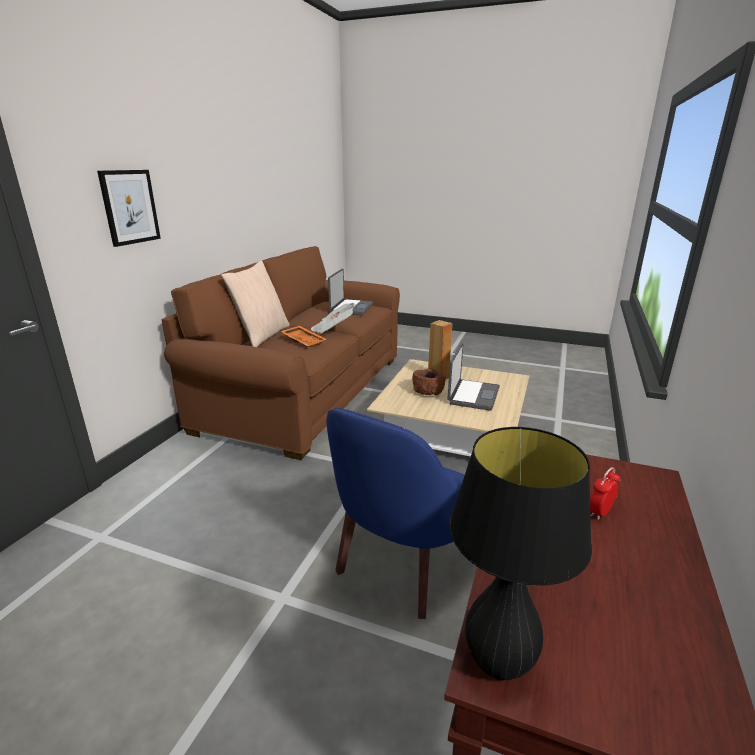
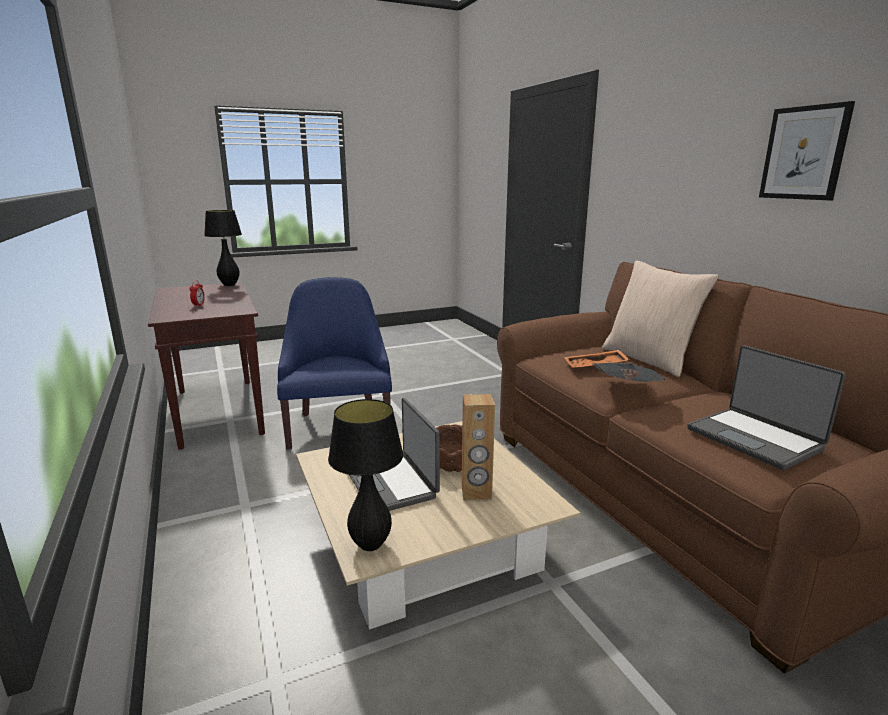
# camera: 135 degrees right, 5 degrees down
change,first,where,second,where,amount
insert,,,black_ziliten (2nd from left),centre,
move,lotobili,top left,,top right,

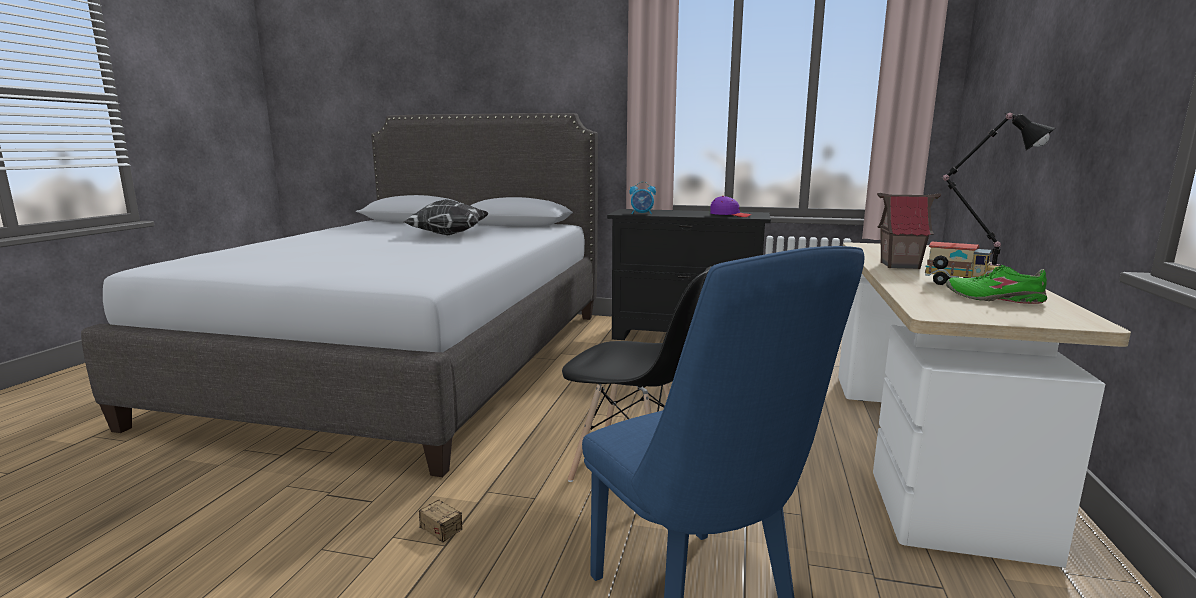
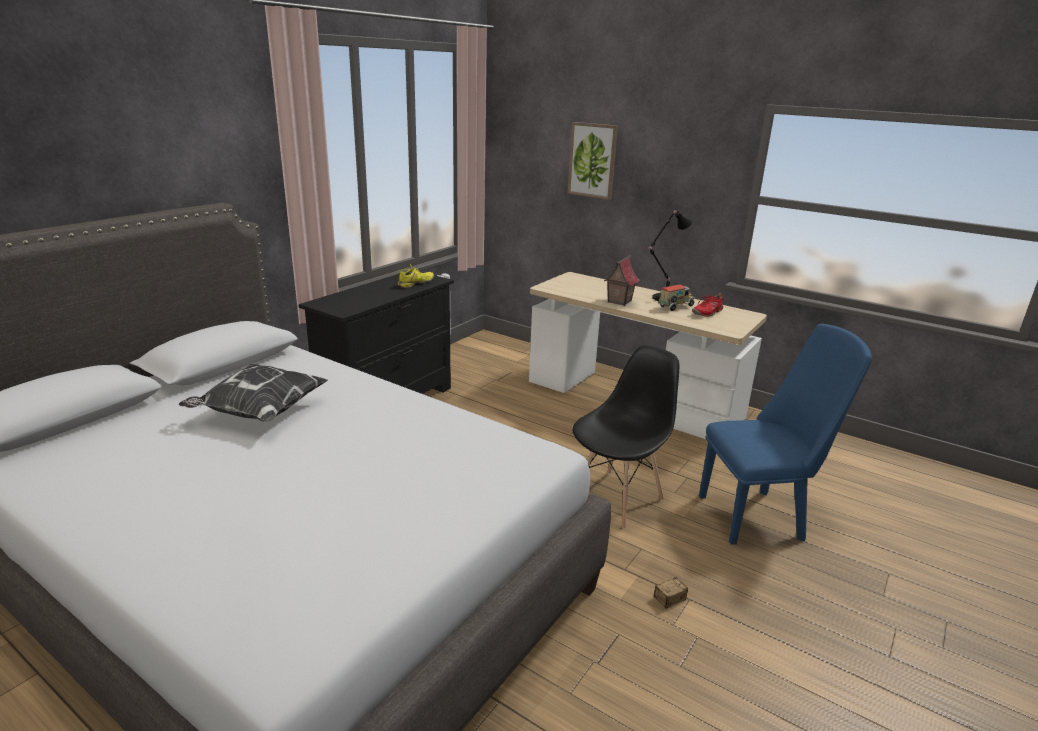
# camera: 70 degrees left, 10 degrees up
change,first,where,second,where,amount
replace,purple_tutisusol,centre,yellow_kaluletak,centre,
insert,,,lotobili,top centre,
recolor,green_kaluletak,middle right,red_kaluletak,middle right,
delete,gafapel,top centre,,,

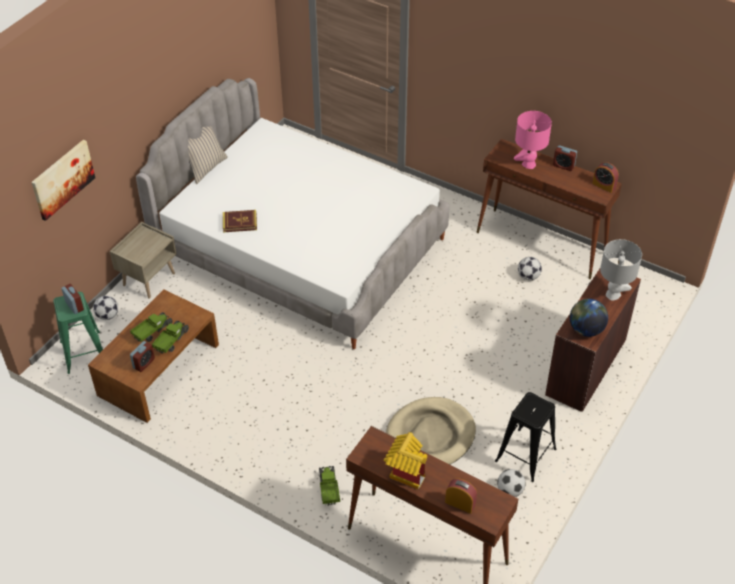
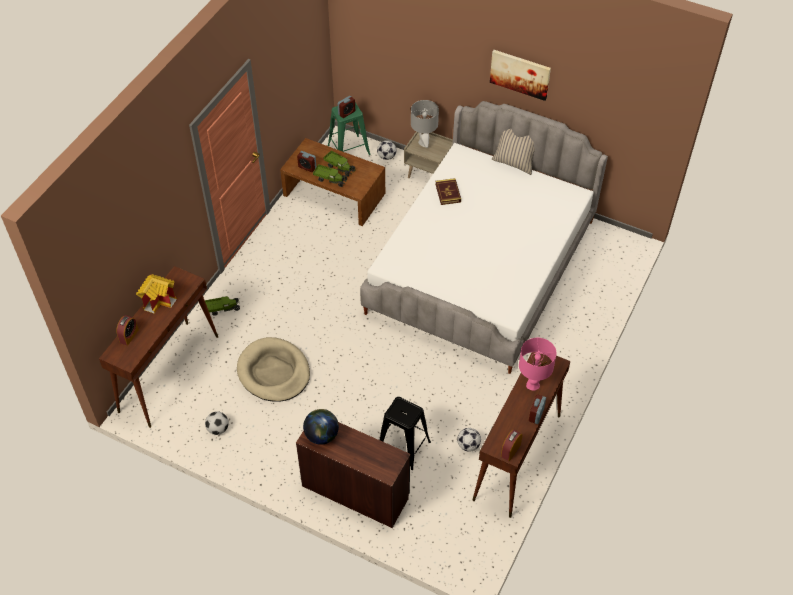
# camera: 85 degrees right, 5 degrees up
change,first,where,second,where,amount
move,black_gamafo,bottom right,,bottom centre,
move,grey_ziliten,middle right,,top centre,
move,lotobili,top left,,top centre,

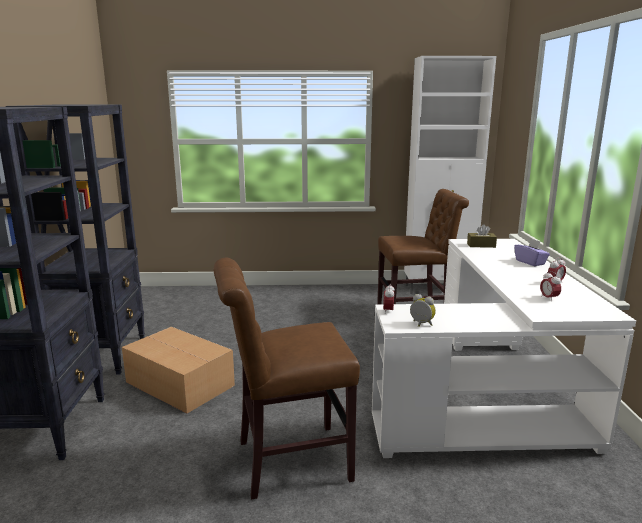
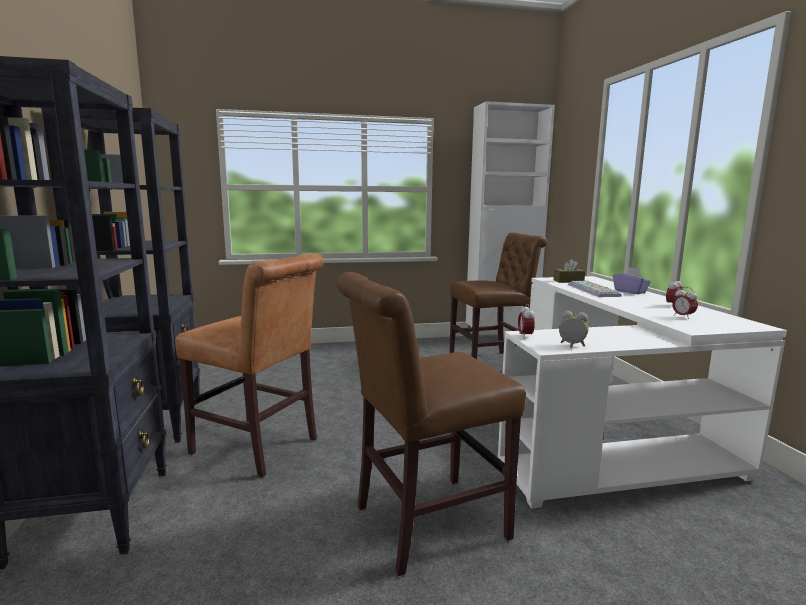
# camera: 10 degrees left, 5 degrees down
change,first,where,second,where,amount
replace,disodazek,bottom left,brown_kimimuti (1st from left),middle left,
insert,,,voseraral,middle right,

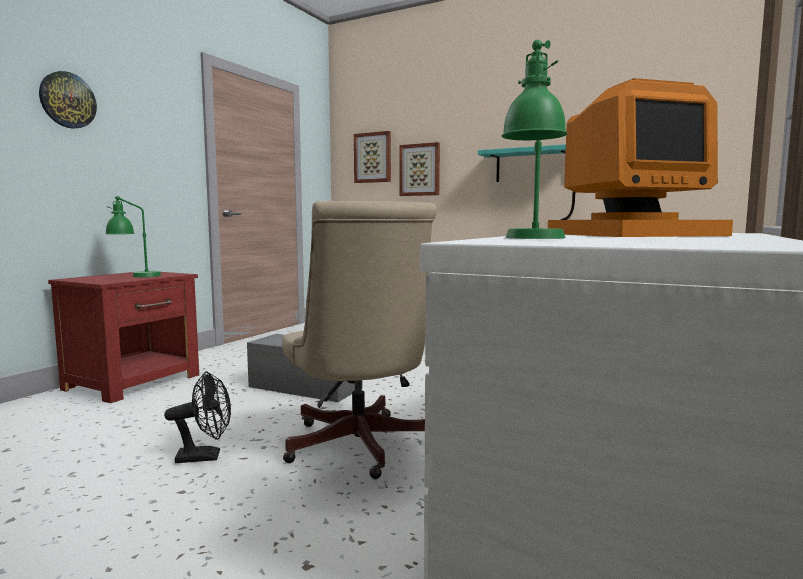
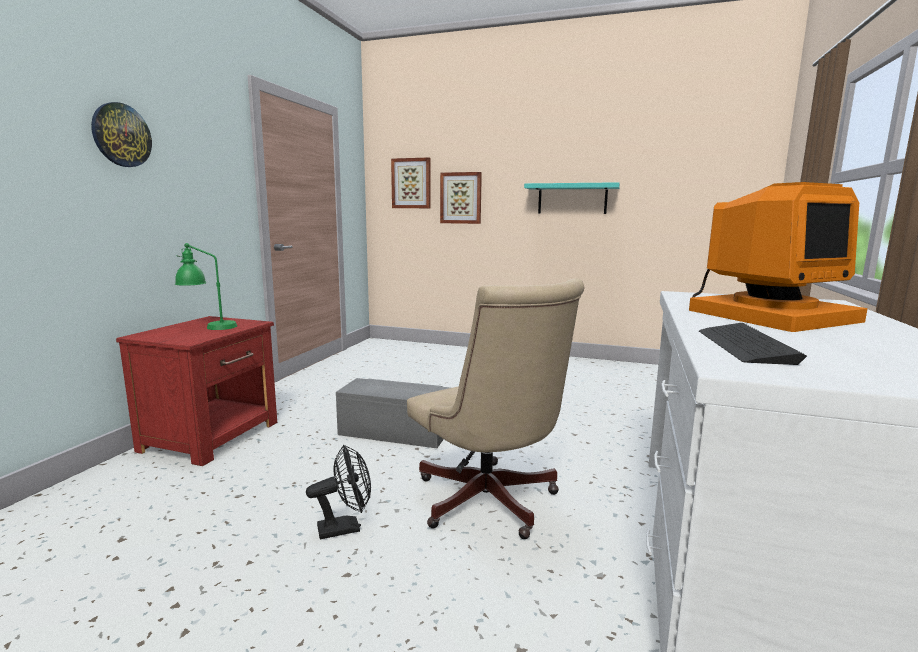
# camera: 10 degrees left, 5 degrees up
change,first,where,second,where,amount
replace,green_ziliten (2nd from left),top centre,voseraral,middle right,

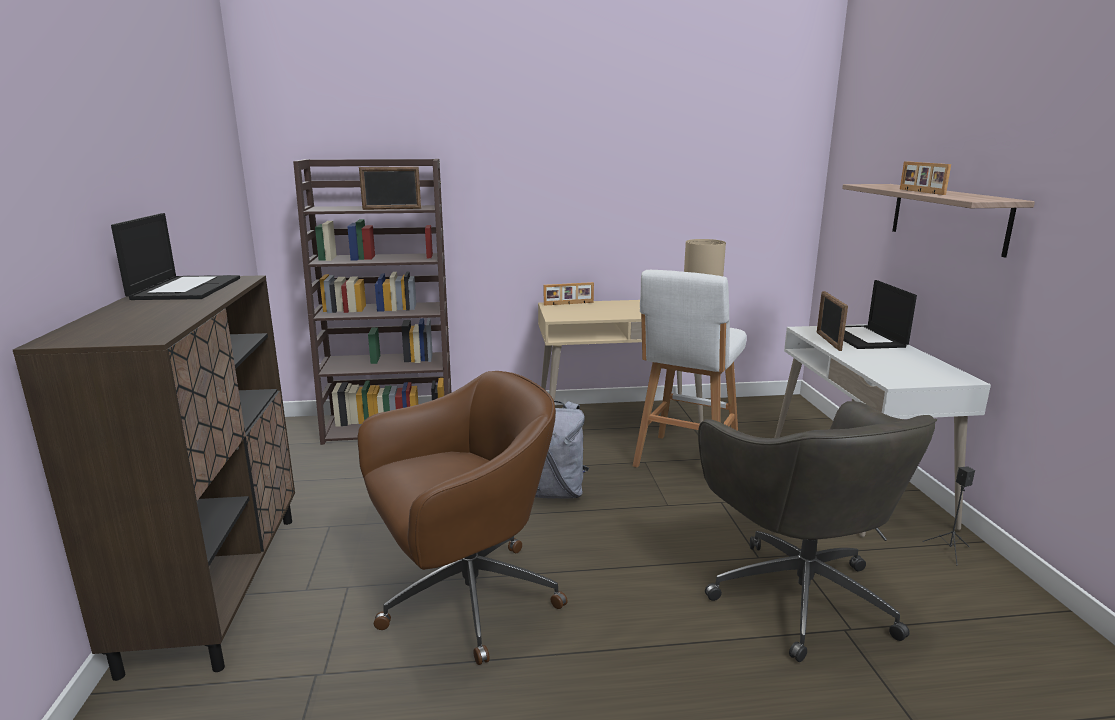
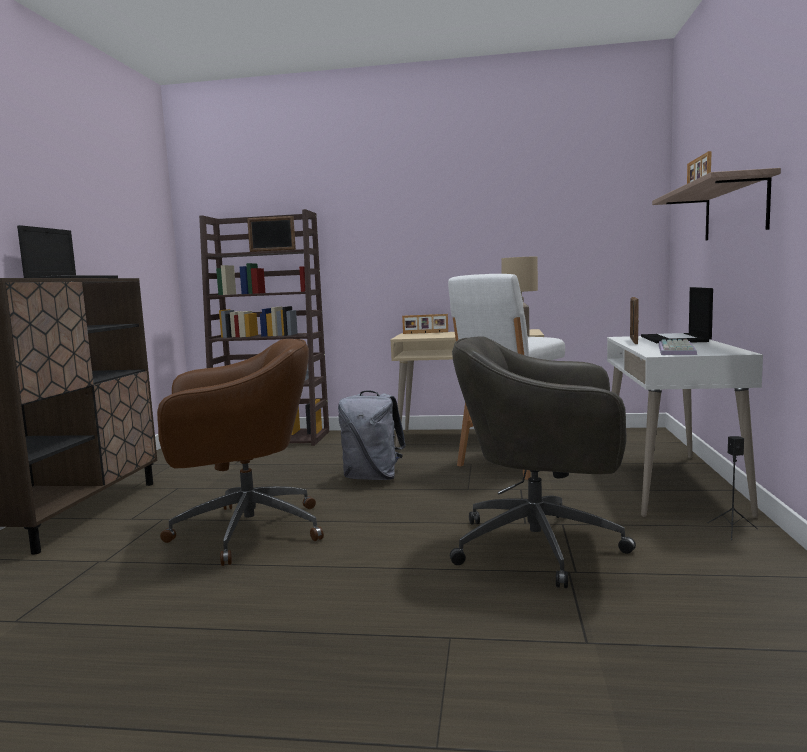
# camera: 15 degrees right, 10 degrees down
change,first,where,second,where,amount
rotate,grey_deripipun,bottom right,,middle right,105 degrees clockwise
insert,,,voseraral,middle right,

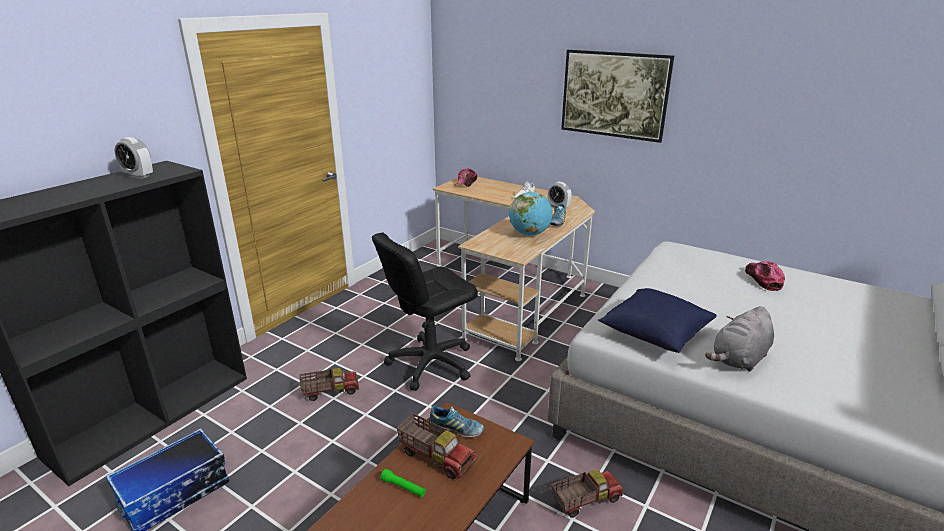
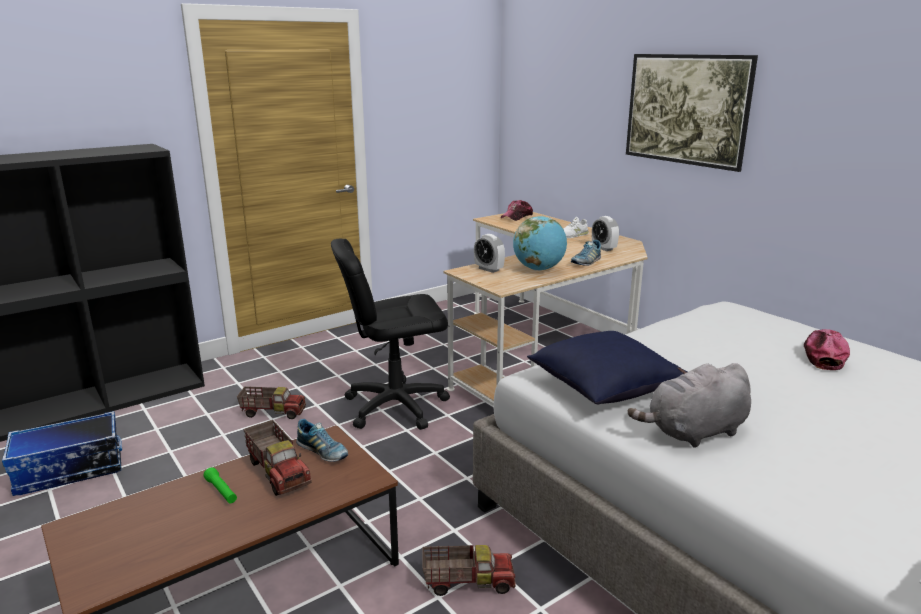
# camera: 20 degrees right, 5 degrees down
change,first,where,second,where,amount
move,gafapel (1st from left),top left,,centre,

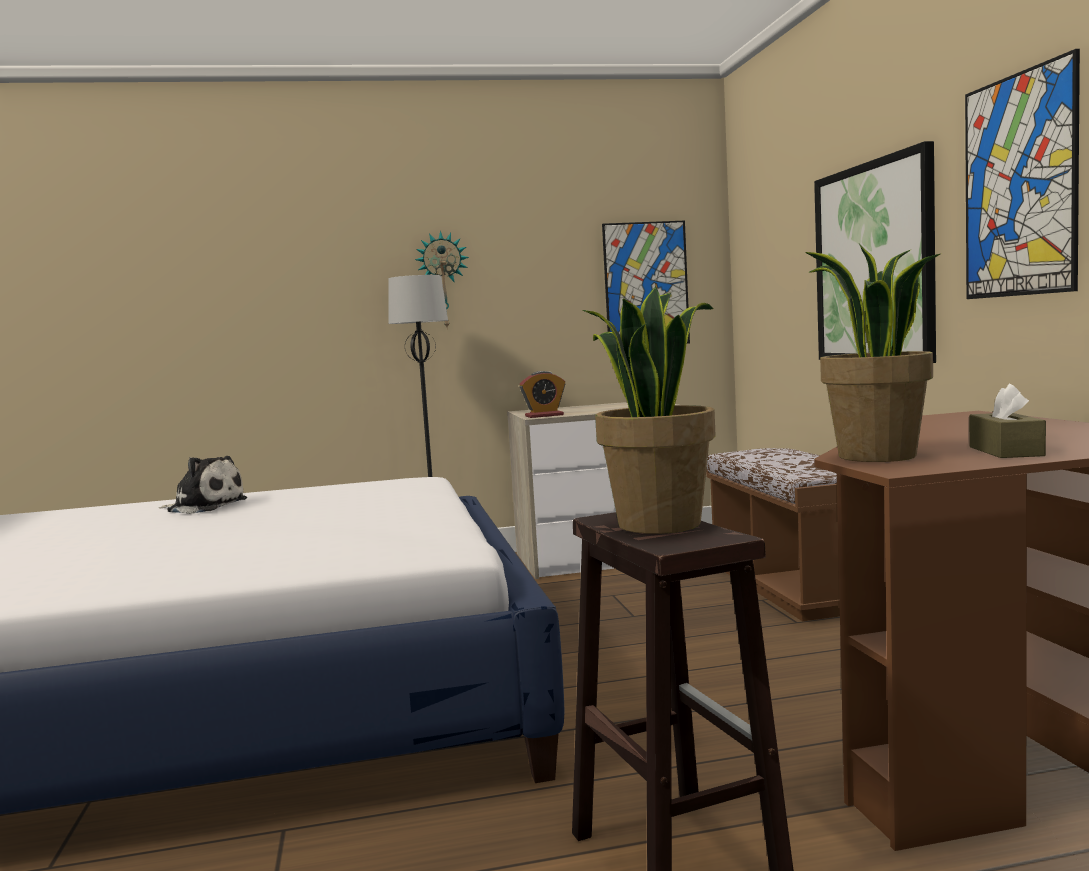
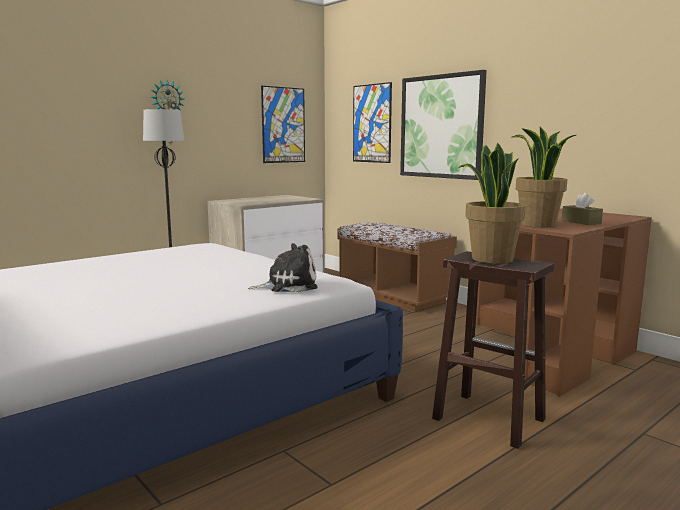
# camera: 30 degrees left, 5 degrees up
change,first,where,second,where,amount
move,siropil,middle left,,centre,
move,lotobili (3rd from left in the first image),top right,lotobili (2nd from left),top centre,
delete,gafapel,centre,,,

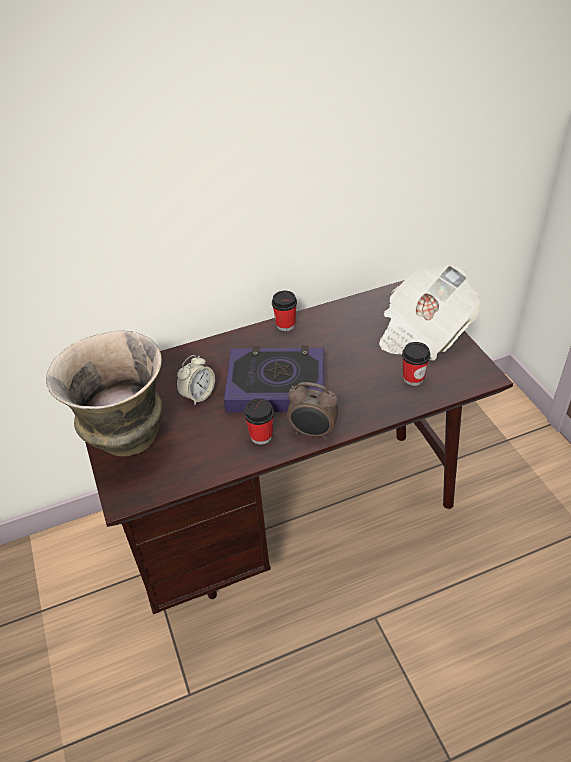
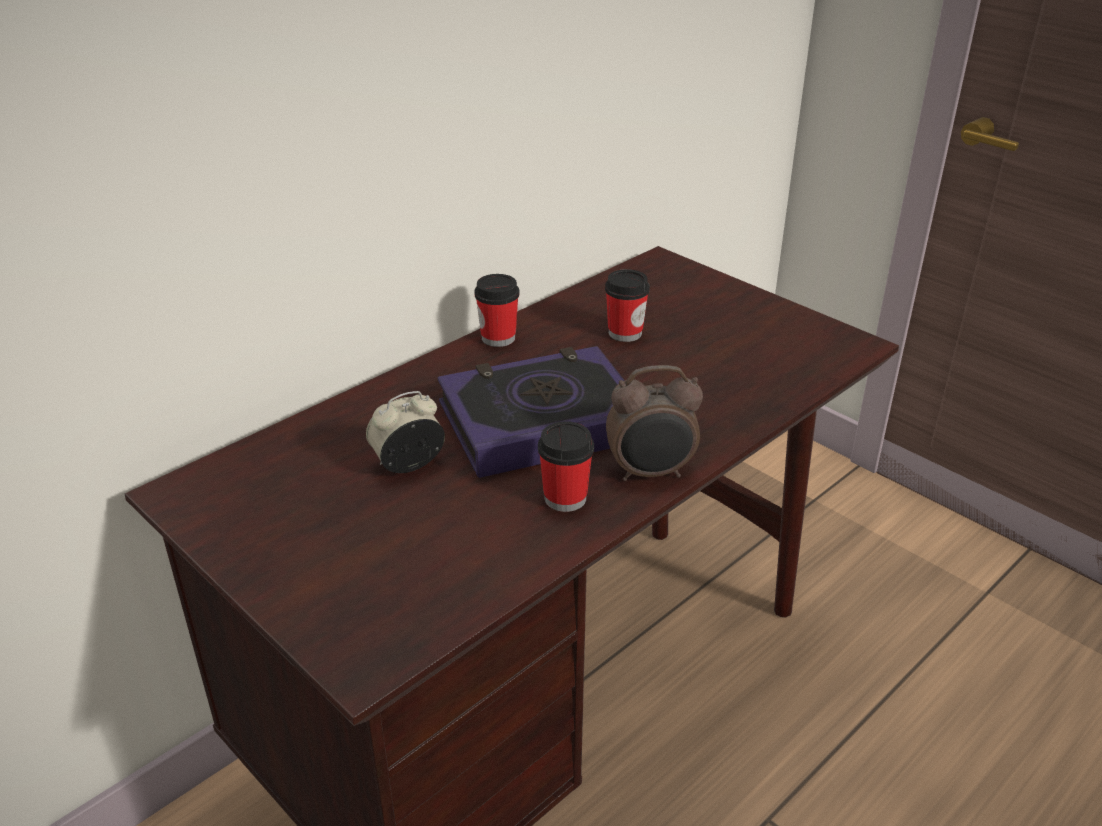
# camera: 25 degrees left, 10 degrees down
change,first,where,second,where,amount
rotate,gafapel (1st from left),centre,,centre,135 degrees counterclockwise
move,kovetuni (3rd from left),middle right,,centre,
delete,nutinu,middle left,,,
delete,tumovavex,middle right,,,

